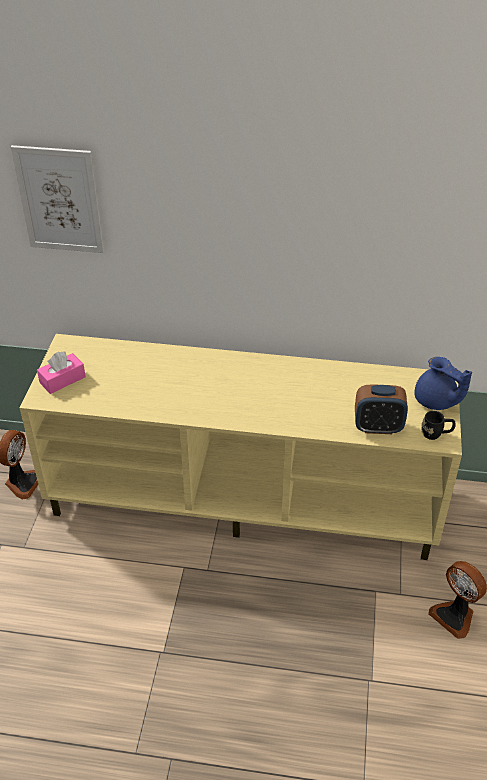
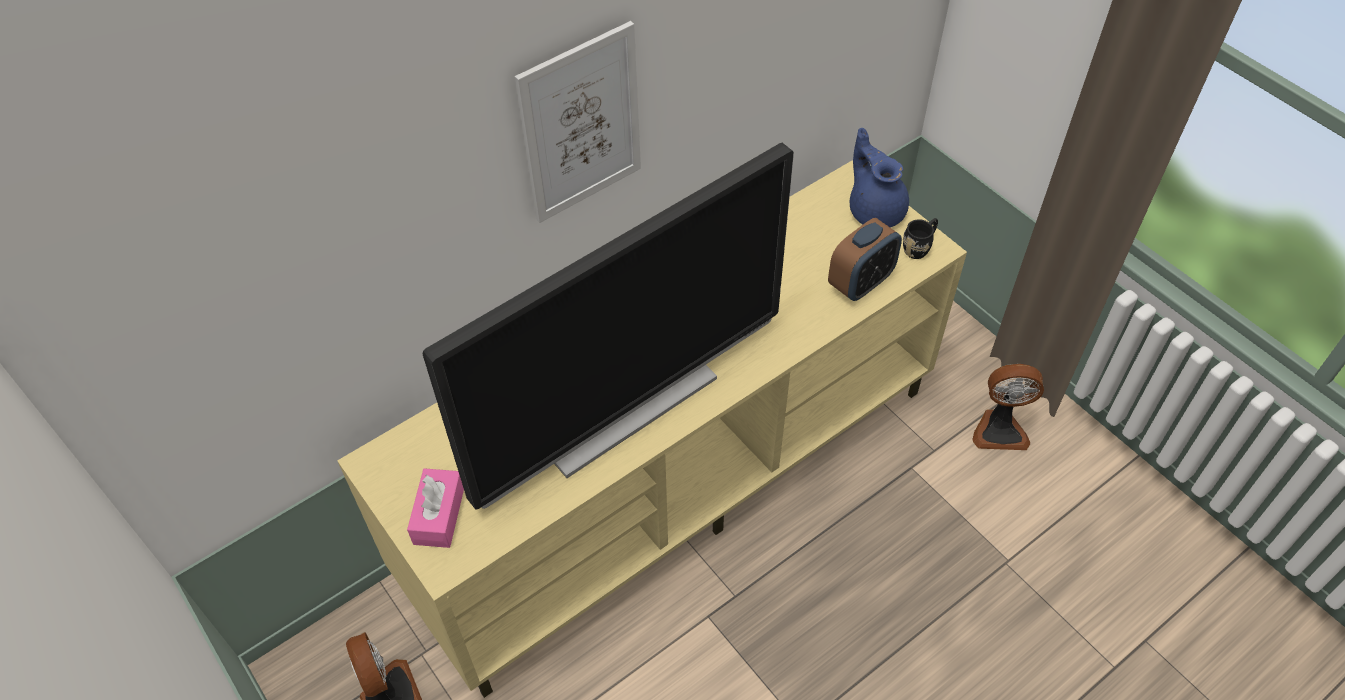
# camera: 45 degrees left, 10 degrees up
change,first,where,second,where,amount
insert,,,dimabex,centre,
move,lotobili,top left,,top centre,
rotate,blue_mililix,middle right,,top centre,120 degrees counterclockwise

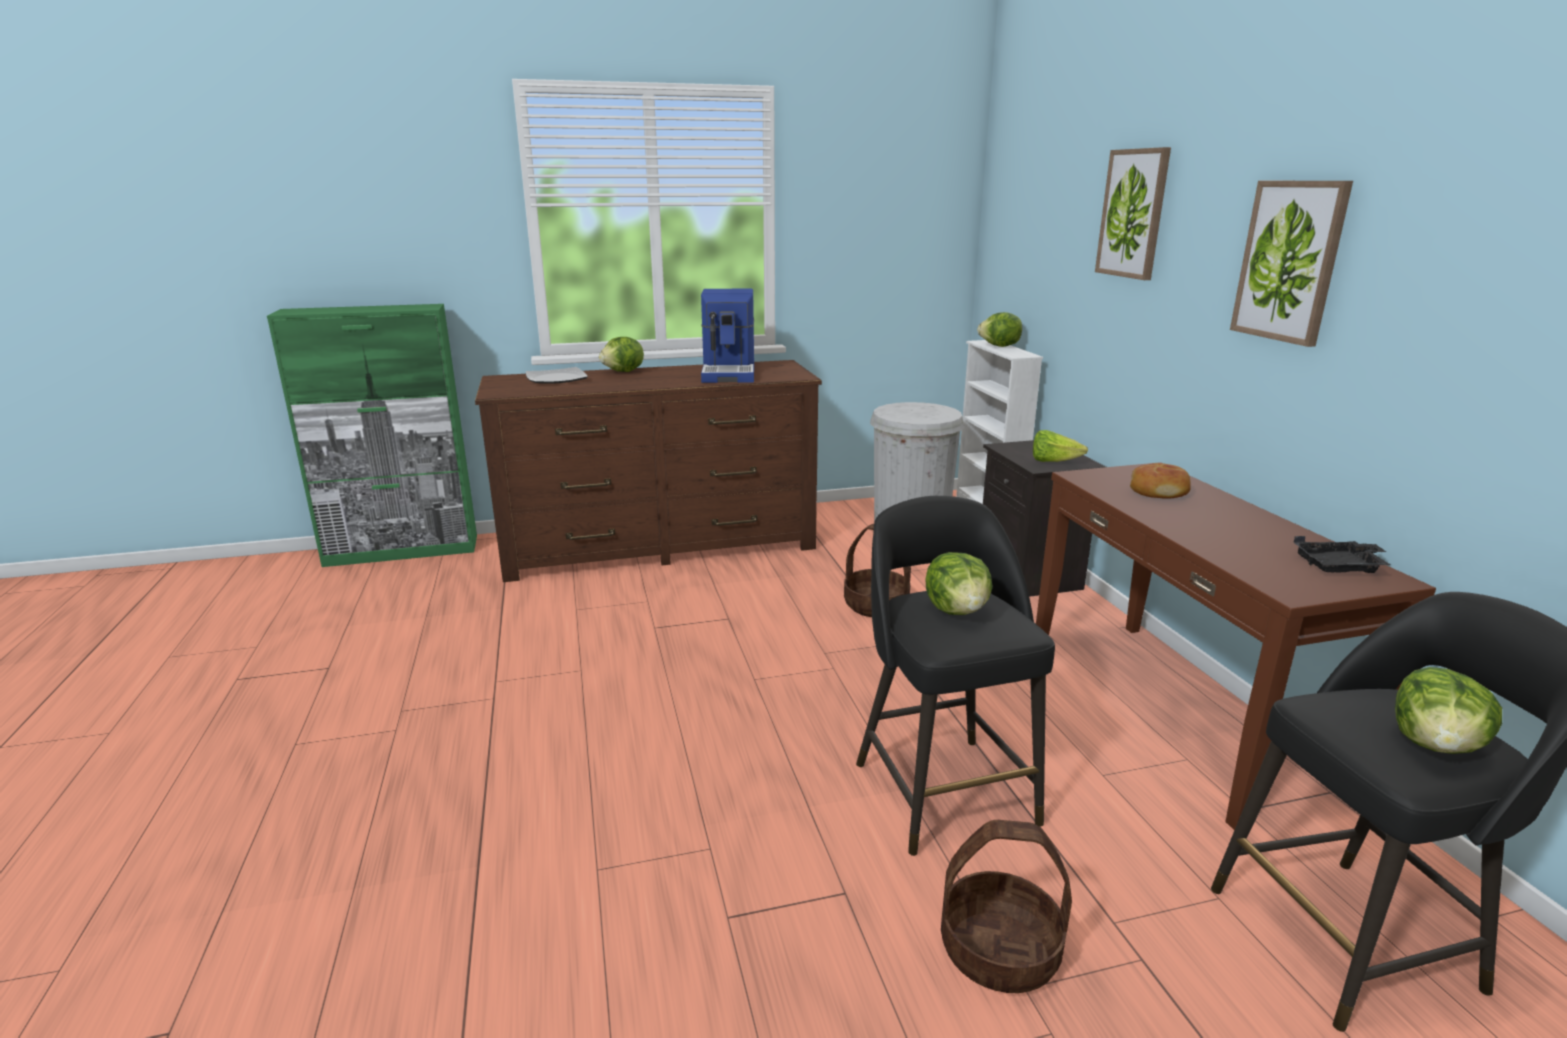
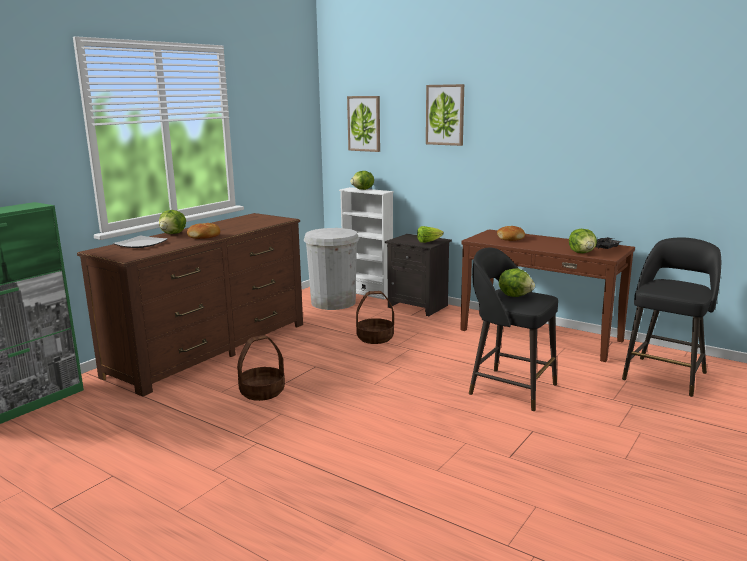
# camera: 40 degrees left, 5 degrees down
change,first,where,second,where,amount
insert,,,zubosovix (1st from left),middle left,
move,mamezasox (2nd from left in the first image),bottom centre,mamezasox (1st from left),centre,
move,lotobili (2nd from left in the first image),top right,lotobili (1st from left),top centre,
move,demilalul (5th from left),bottom right,,middle right,
delete,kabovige,top centre,,,

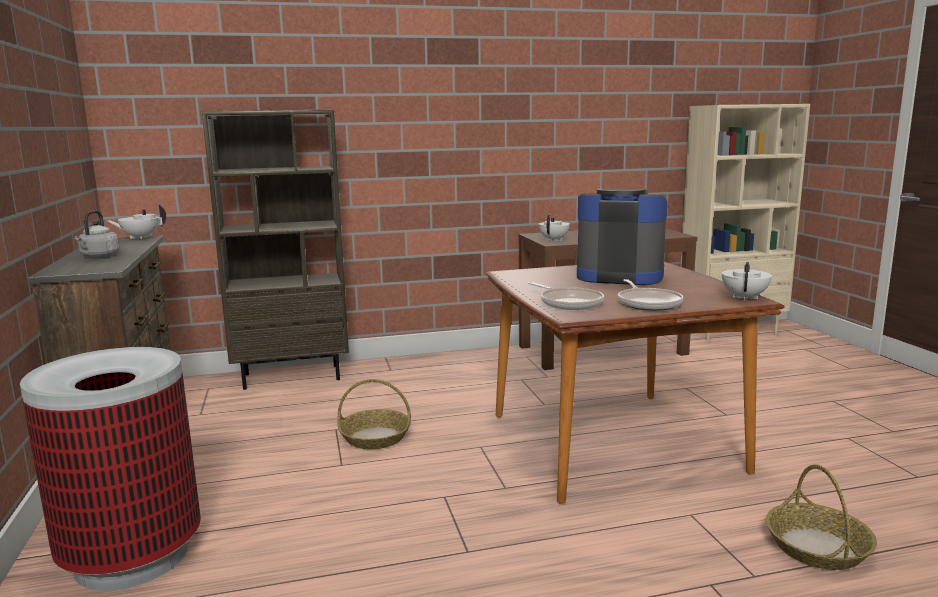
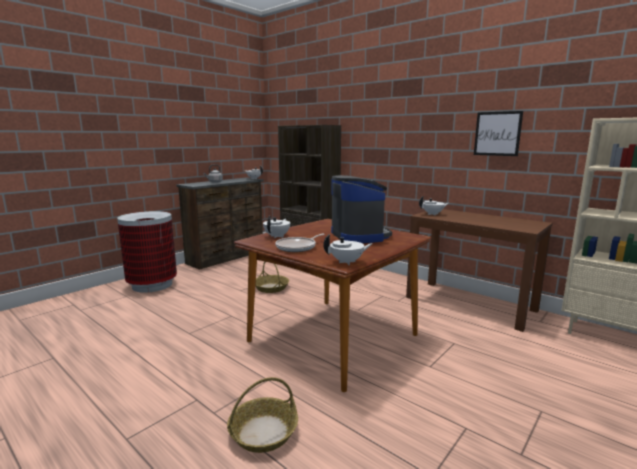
# camera: 55 degrees right, 0 degrees up
change,first,where,second,where,amount
replace,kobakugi (1st from left),centre,white_mililix (2nd from left),centre,
insert,,,lotobili,top right,

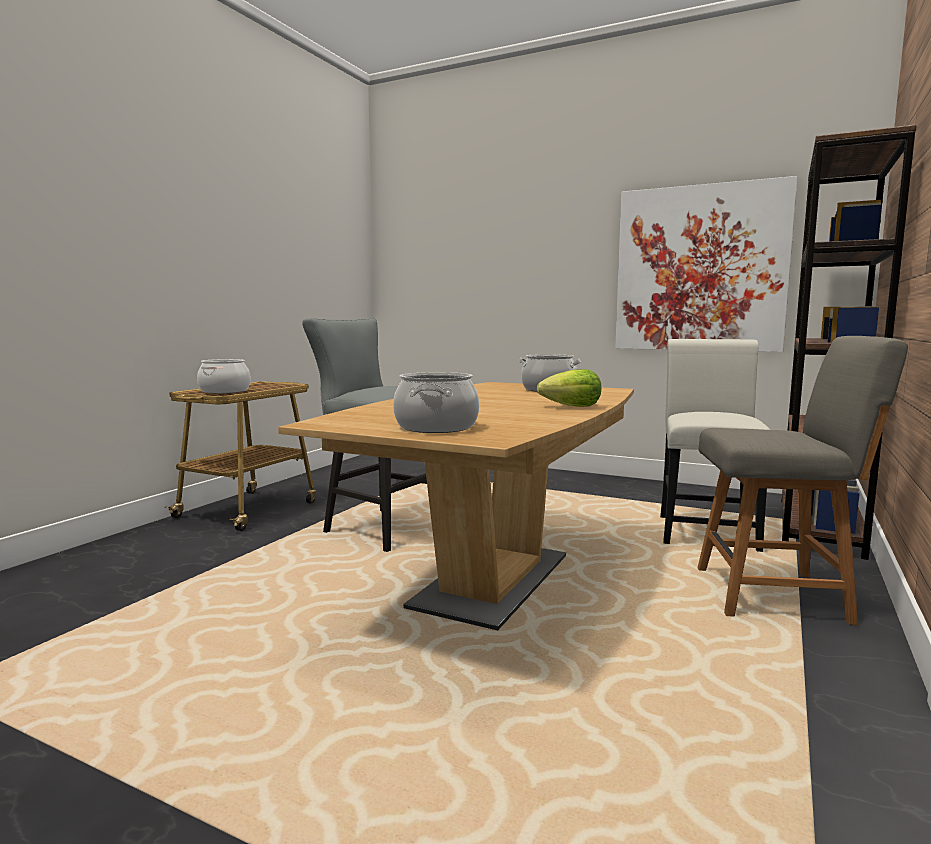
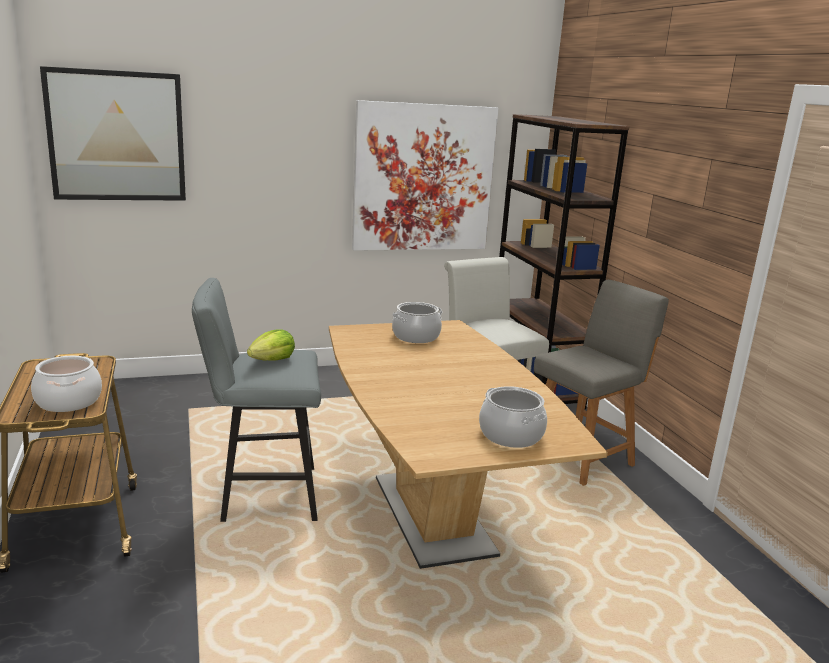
# camera: 45 degrees left, 10 degrees up
change,first,where,second,where,amount
insert,,,lotobili (1st from left),top left,
move,demilalul,centre,,middle left,

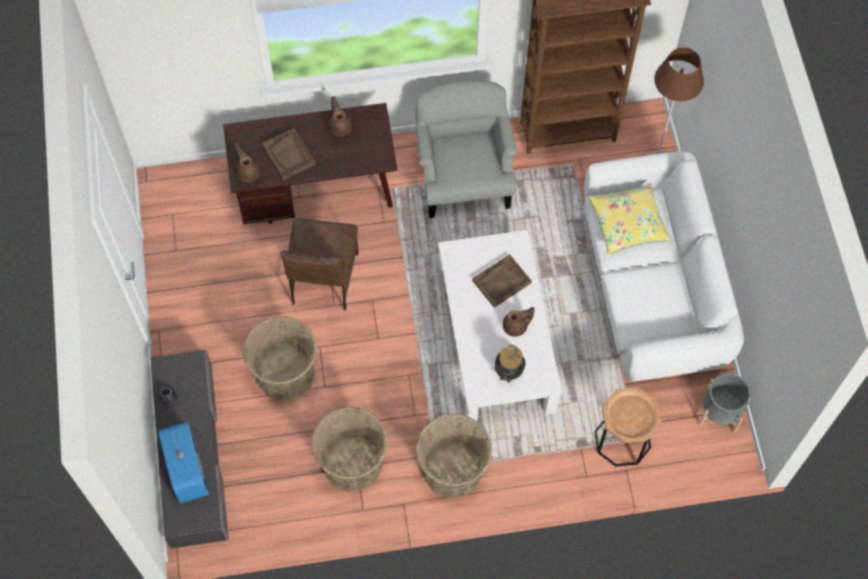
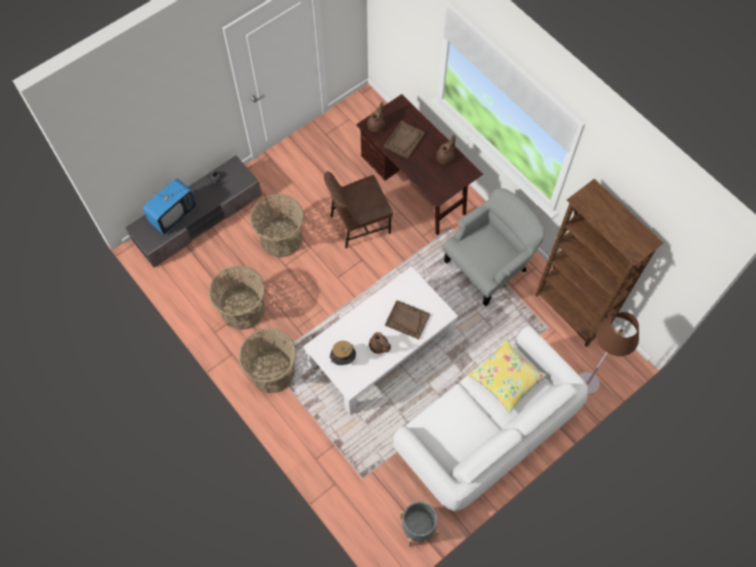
# camera: 60 degrees right, 0 degrees up
change,first,where,second,where,amount
delete,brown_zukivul,bottom right,,,

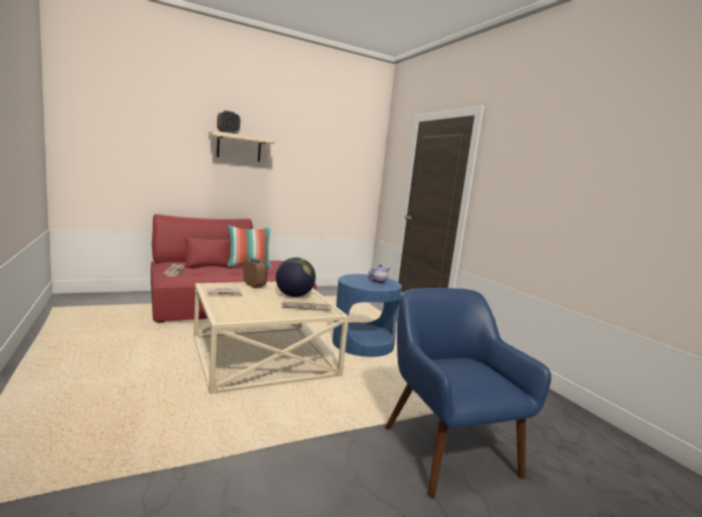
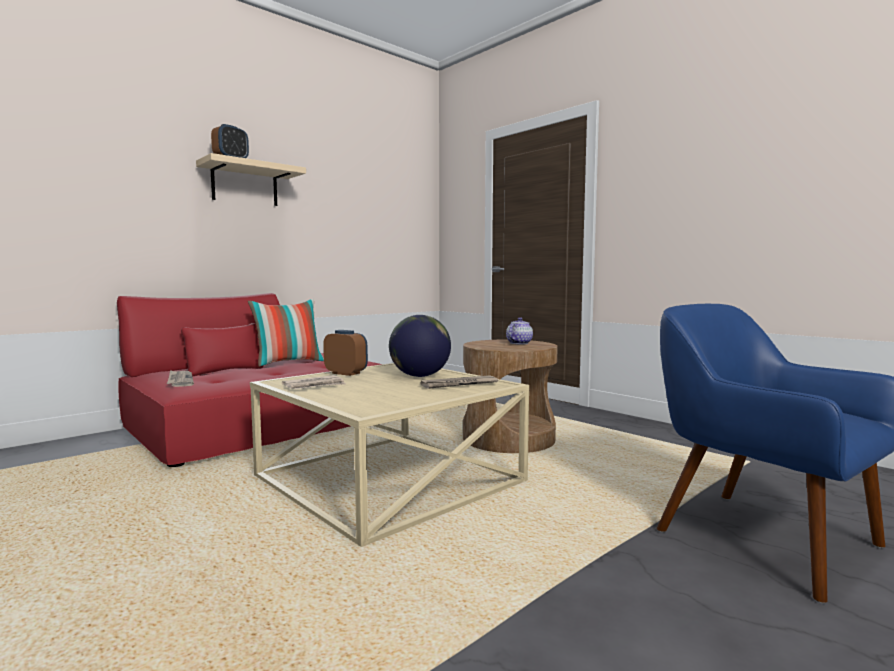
# camera: 15 degrees left, 5 degrees down
change,first,where,second,where,amount
recolor,blue_zukivul,centre,brown_zukivul,centre,

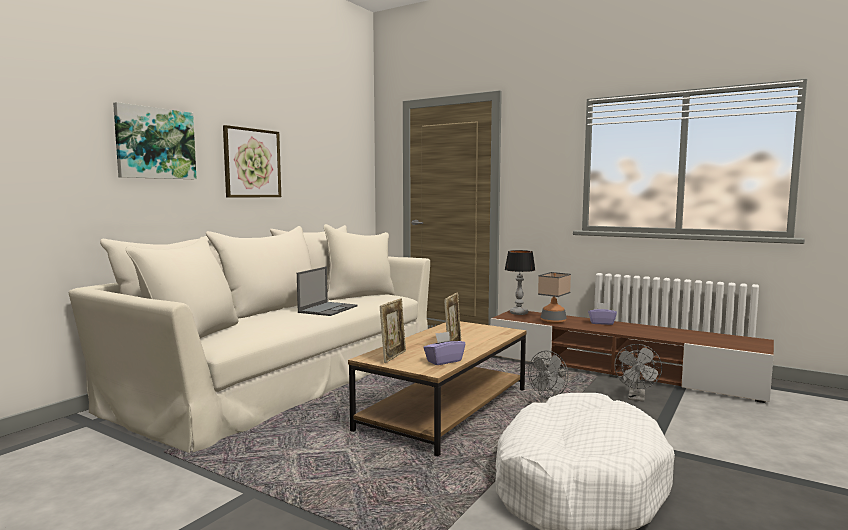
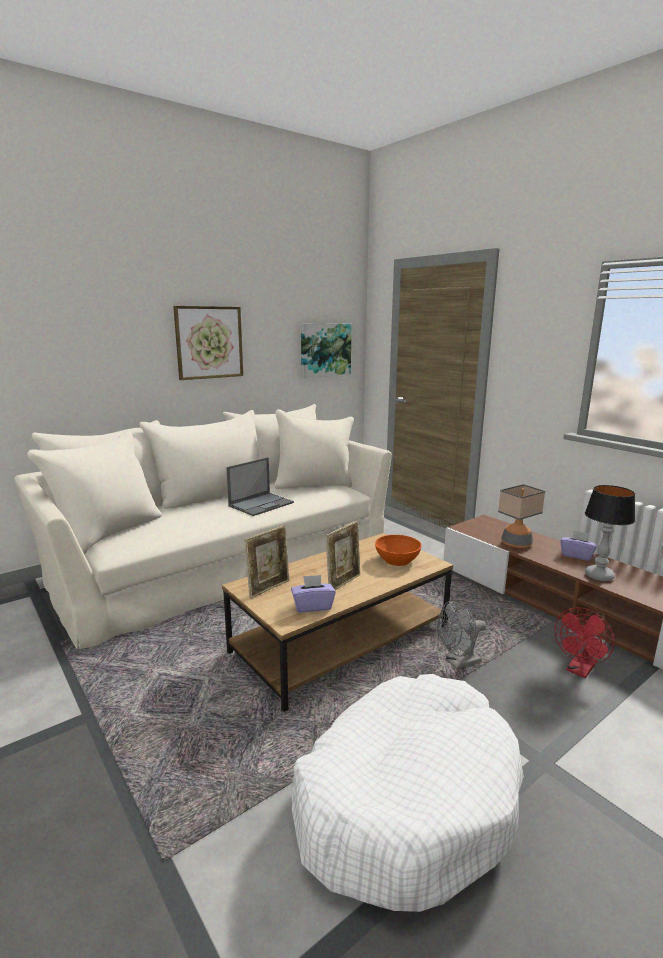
# camera: 20 degrees right, 10 degrees up
change,first,where,second,where,amount
move,lotobili (1st from left in the first image),top left,lotobili (2nd from left),centre,
insert,,,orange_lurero,centre,
recolor,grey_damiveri (2nd from left),bottom right,red_damiveri,bottom right,
move,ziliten (1st from left in the first image),centre,ziliten (2nd from left),middle right,

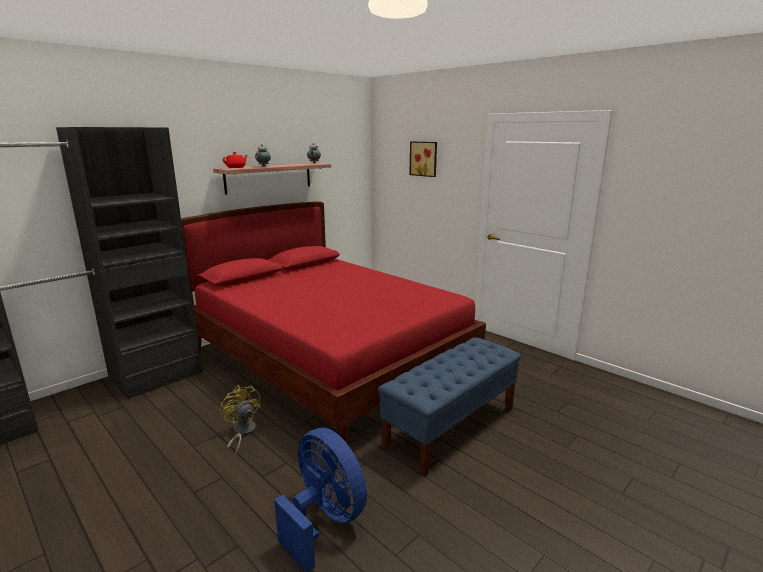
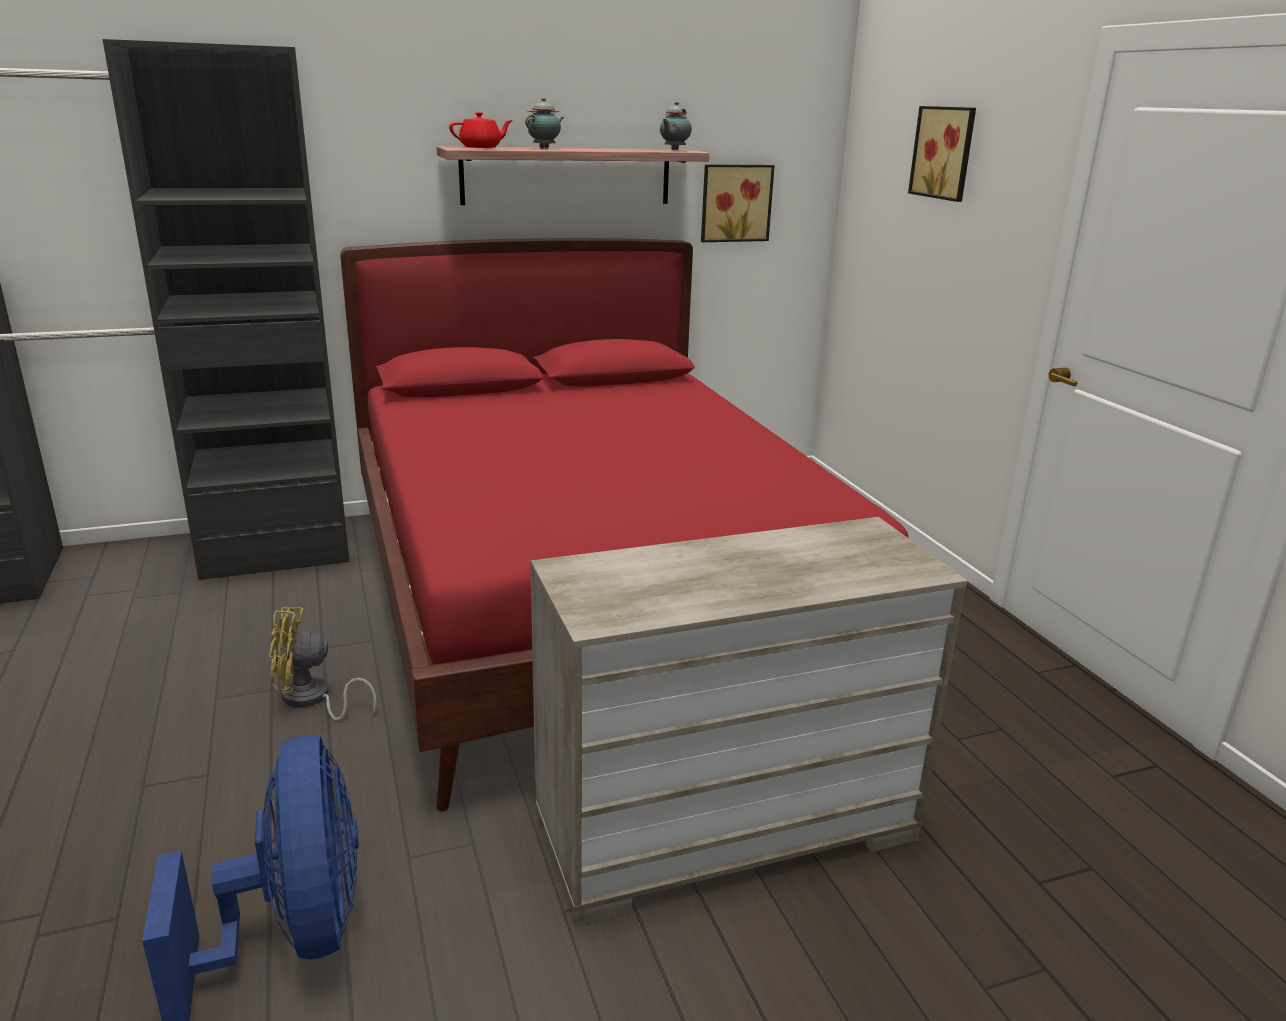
# camera: 25 degrees right, 5 degrees up
change,first,where,second,where,amount
rotate,yellow_damiveri,bottom left,,middle left,90 degrees counterclockwise
replace,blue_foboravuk,bottom centre,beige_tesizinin,bottom centre,
insert,,,lotobili (1st from left),top centre,

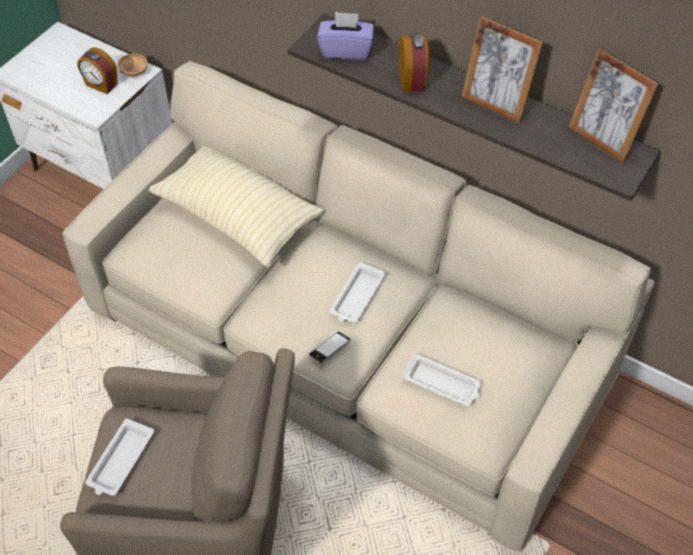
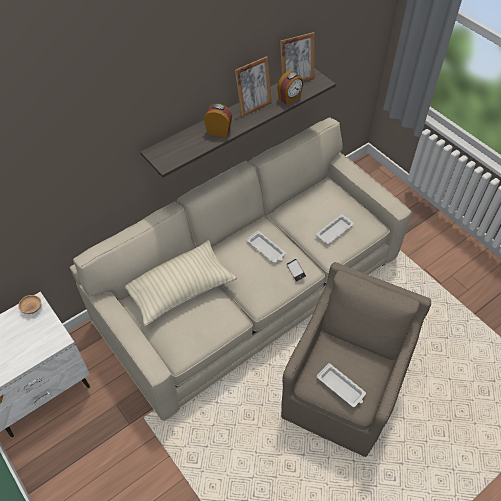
# camera: 70 degrees left, 0 degrees up
change,first,where,second,where,amount
move,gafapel (1st from left in the first image),top left,gafapel (2nd from left),top centre,
delete,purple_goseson,top centre,,,

